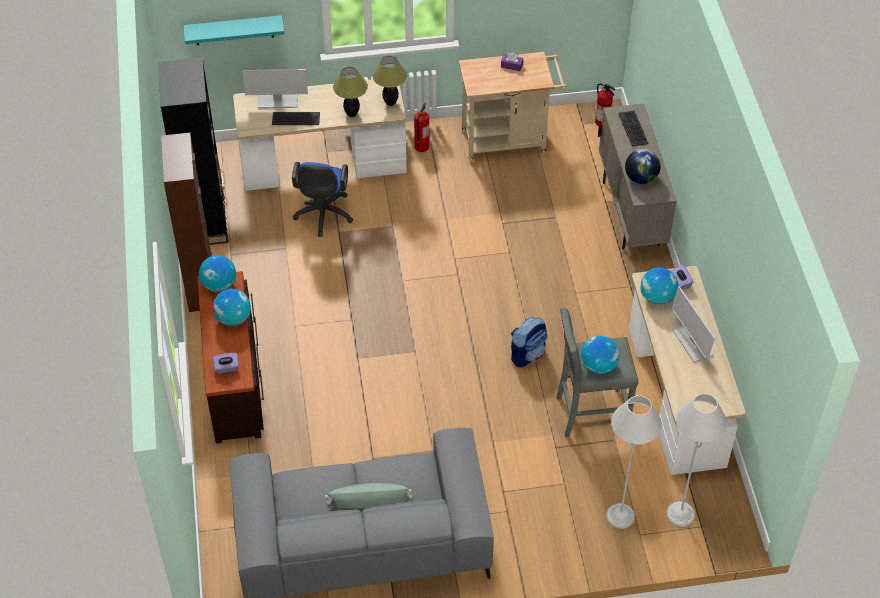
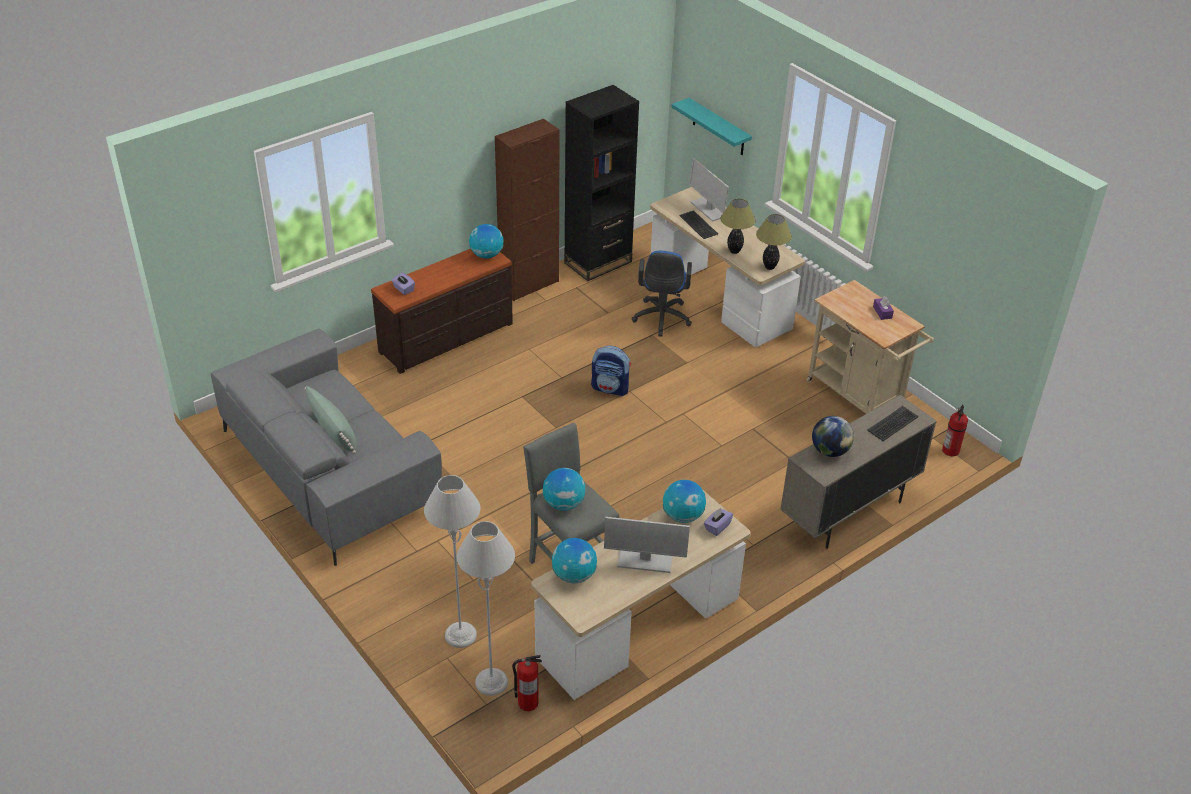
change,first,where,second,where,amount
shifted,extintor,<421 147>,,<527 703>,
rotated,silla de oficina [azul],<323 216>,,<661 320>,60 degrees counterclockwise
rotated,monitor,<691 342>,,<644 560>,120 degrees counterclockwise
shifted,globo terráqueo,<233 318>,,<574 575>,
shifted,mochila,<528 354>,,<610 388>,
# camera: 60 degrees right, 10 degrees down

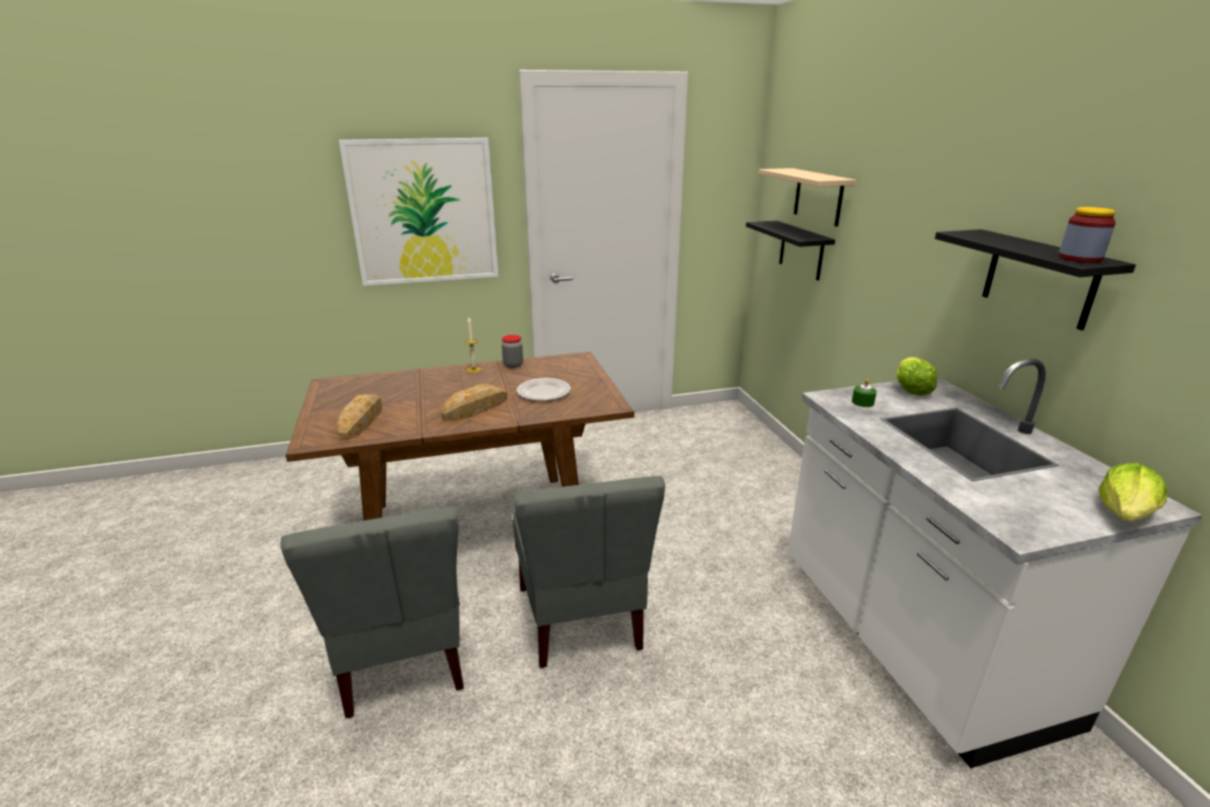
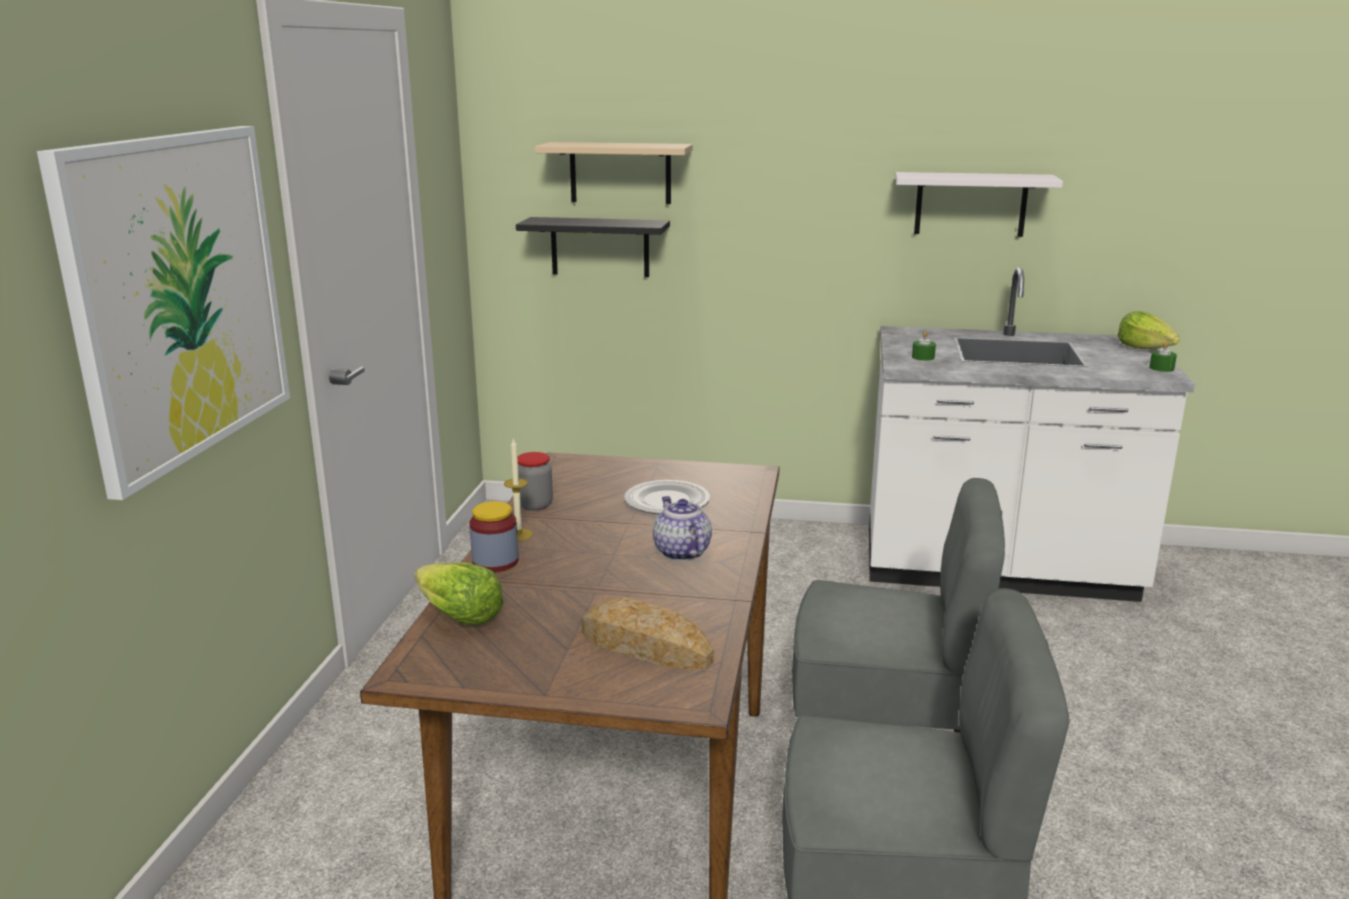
change,first,where,second,where,amount
shifted,tarro,<1079 258>,,<495 562>,
repainted,estante [negro],<1039 278>,estante [blanco],<970 204>,
shifted,lechuga,<911 389>,,<458 616>,
swapped,pan,<475 408>,tetera,<680 552>,
new,,,vela [verde],<1161 368>,
# camera: 65 degrees left, 5 degrees down

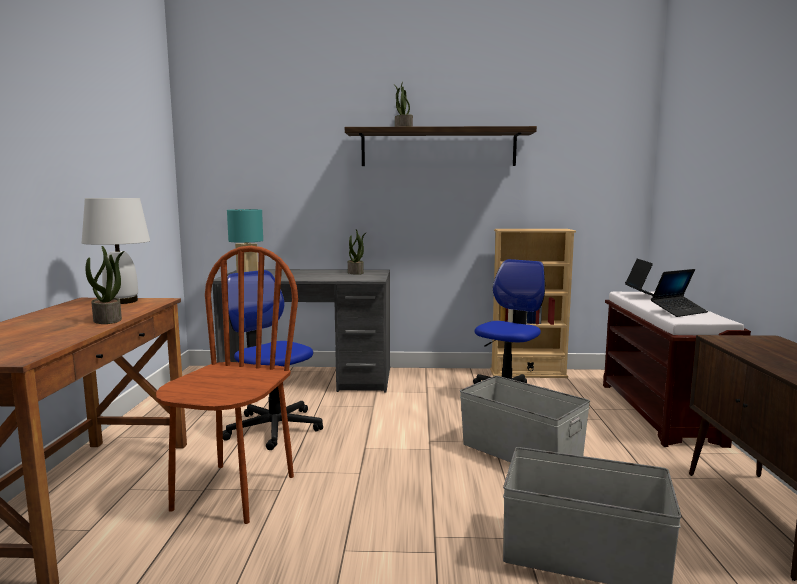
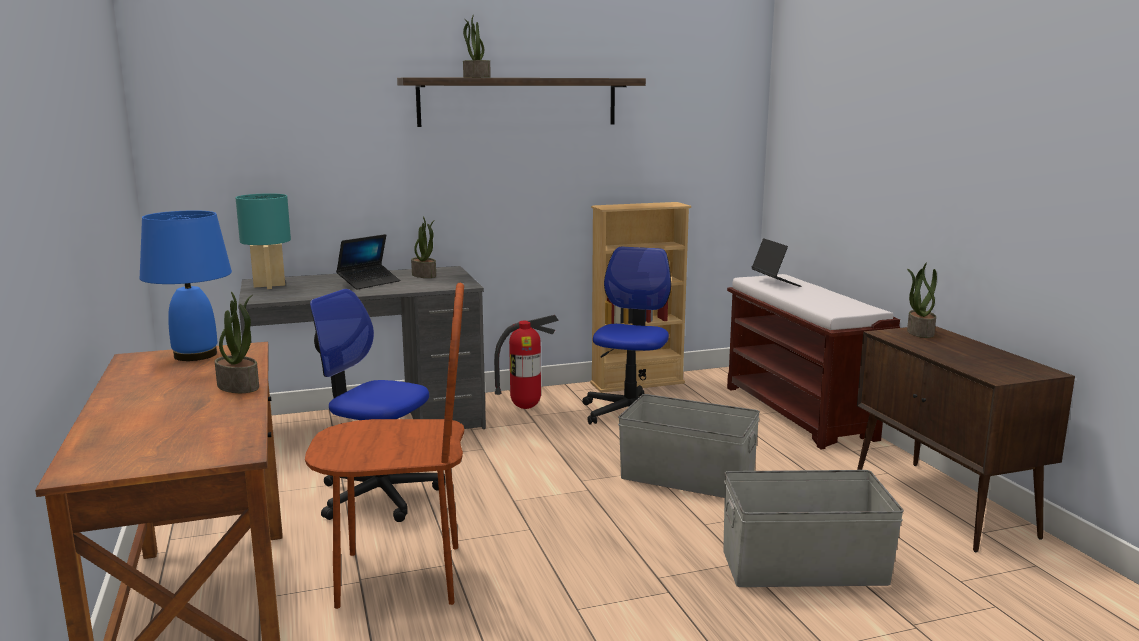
change,first,where,second,where,amount
repainted,lámpara de mesa [blanco],<121 301>,lámpara de mesa [azul],<194 355>,
rotated,silla [marrón],<233 492>,,<400 576>,90 degrees clockwise
shifted,portátil,<679 311>,,<369 282>,
new,,,planta en maceta,<919 332>,
new,,,extintor,<525 407>,
# camera: 20 degrees left, 5 degrees up

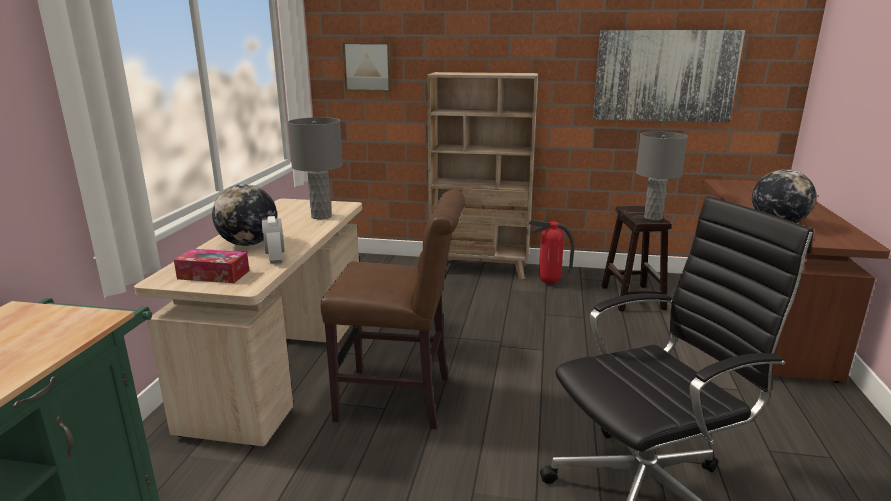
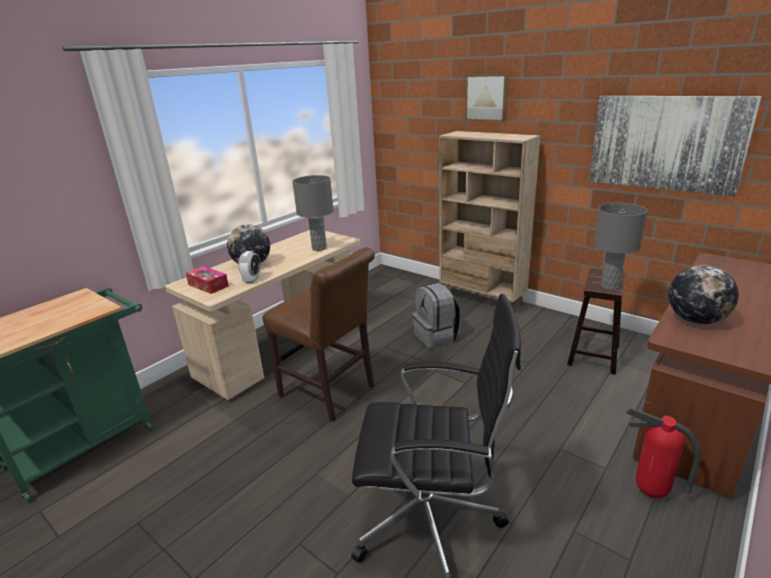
change,first,where,second,where,amount
shifted,cuadro,<368 66>,,<487 97>,
shifted,extintor,<549 283>,,<650 492>,
new,,,mochila [gris],<437 337>,
# camera: 30 degrees right, 5 degrees up

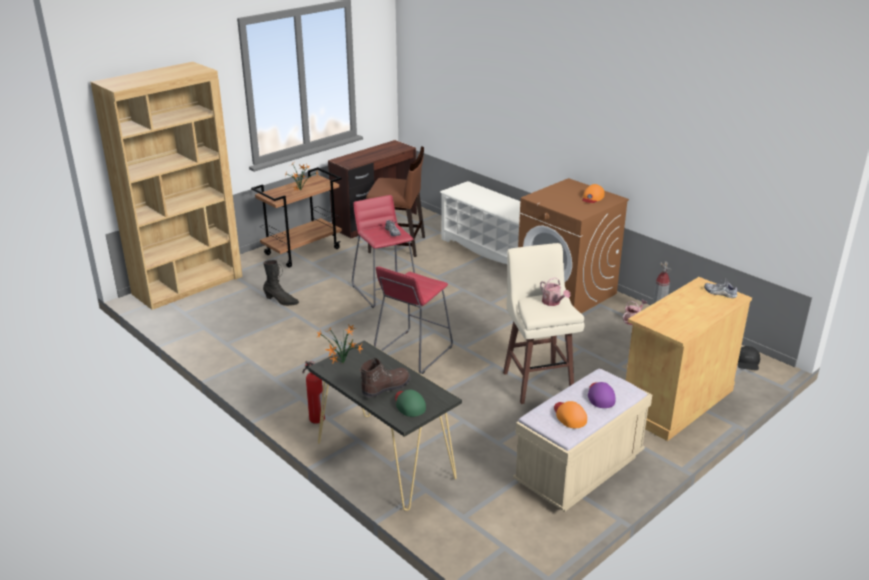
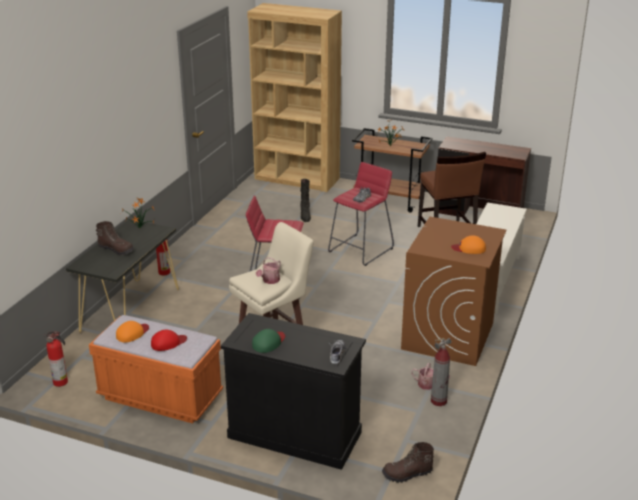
change,first,where,second,where,amount
repainted,armario [beis],<676 402>,armario [negro],<295 434>,
swapped,gorra [negro],<747 362>,bota [marrón],<407 474>,
repainted,banco [beis],<579 470>,banco [naranja],<160 397>,
repainted,gorra [morado],<600 396>,gorra [rojo],<168 342>,
shifted,gorra [verde],<409 404>,,<268 342>,
new,,,extintor,<61 382>,
# camera: 65 degrees right, 0 degrees up

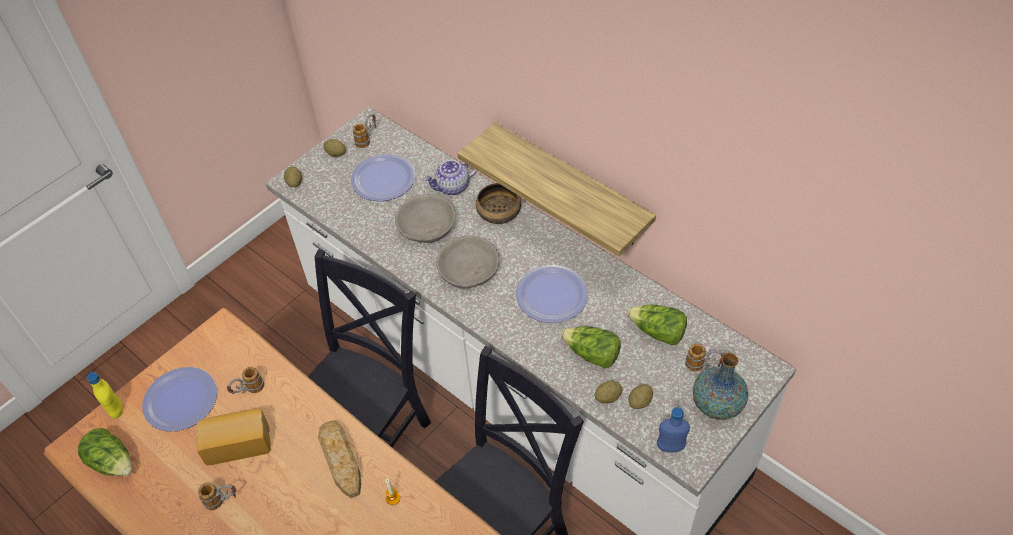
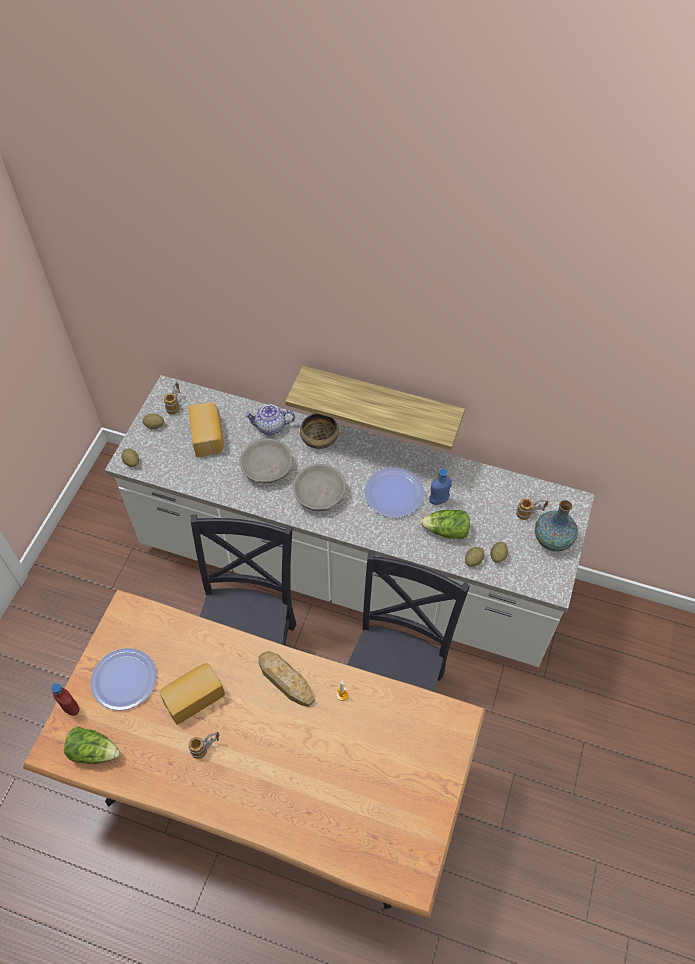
change,first,where,second,where,amount
swapped,plato,<383 179>,pan,<208 436>,
rotated,tetera,<452 187>,,<270 427>,45 degrees clockwise
gone,lechuga,<657 332>,,,
gone,taza grande,<248 391>,,,
repainted,botella [amarillo],<116 410>,botella [rojo],<71 708>,
shifted,botella [azul],<670 447>,,<438 500>,
# camera: 25 degrees left, 5 degrees up

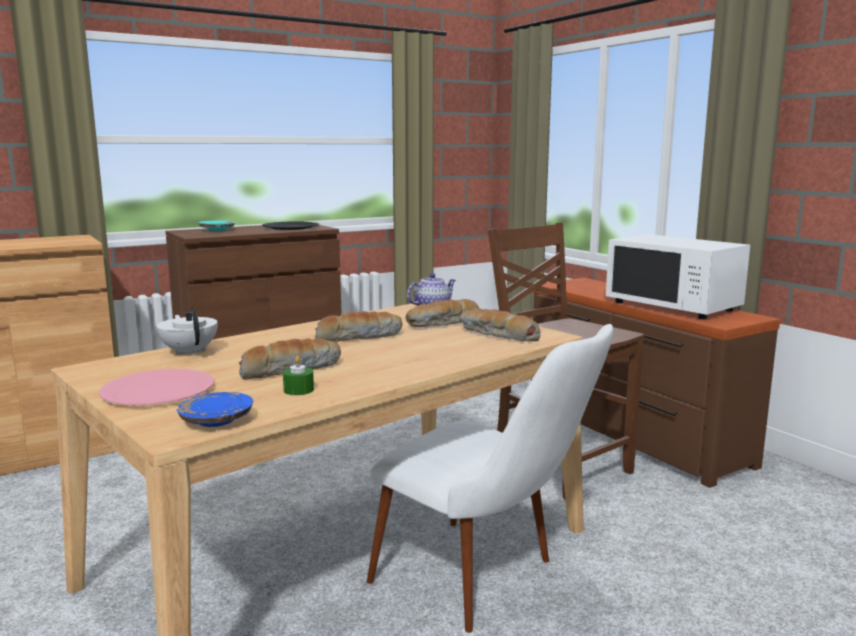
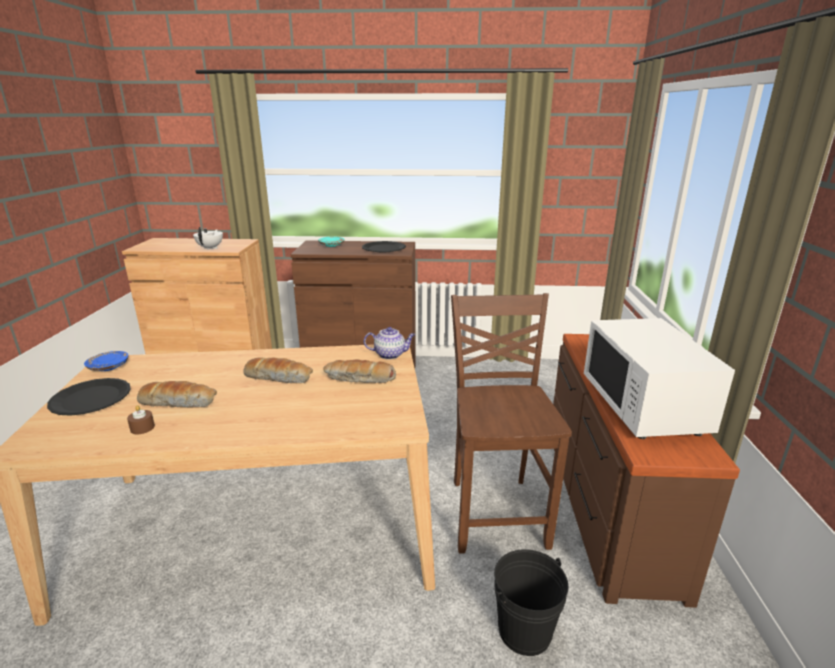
change,first,where,second,where,amount
gone,pan,<497 335>,,,
shifted,tetera [blanco],<190 352>,,<210 248>,
gone,silla [blanco],<486 582>,,,
repainted,vela [verde],<298 390>,vela [marrón],<142 428>,
repainted,plato [rosa],<158 391>,plato [negro],<91 398>,
shifted,plato [azul],<216 420>,,<108 367>,
new,,,cubo [negro],<524 630>,
# camera: 35 degrees right, 10 degrees up

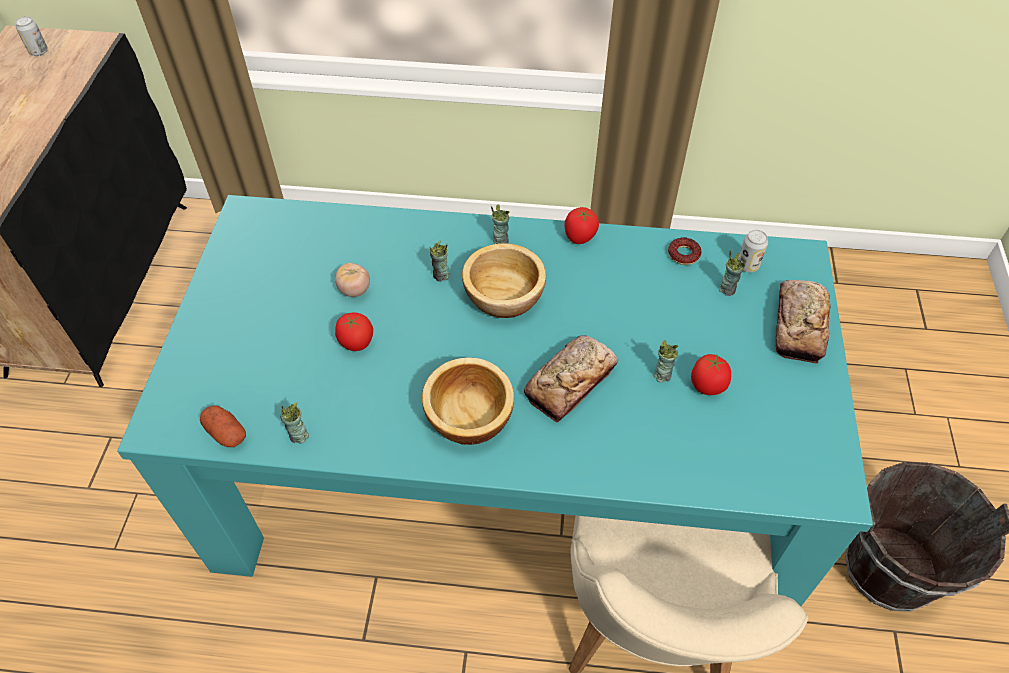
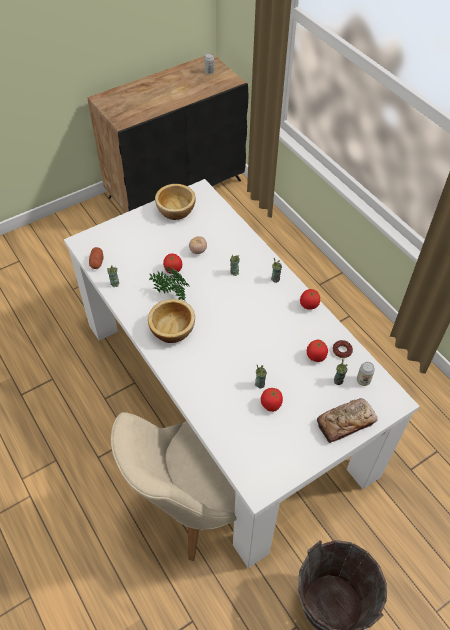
change,first,where,second,where,amount
repainted,mesa de comedor [turquesa],<504 475>,mesa de comedor [blanco],<223 395>,
shifted,cuenco,<505 296>,,<176 210>,
gone,pan,<570 382>,,,
new,,,planta en maceta,<170 293>,
new,,,tomate,<316 356>,
# camera: 50 degrees right, 0 degrees up

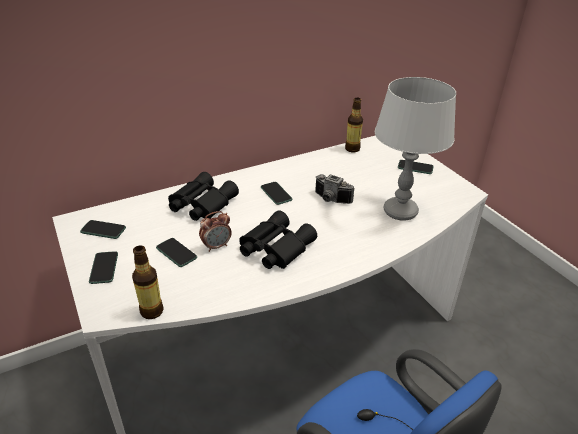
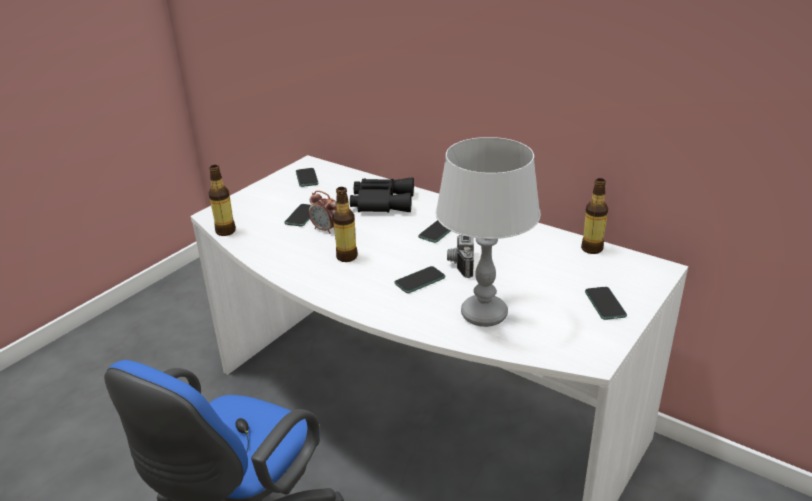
change,first,where,second,where,amount
swapped,prismáticos [negro],<274 247>,botella,<347 257>,
shifted,móvil,<104 268>,,<420 280>,
# camera: 65 degrees right, 5 degrees down

